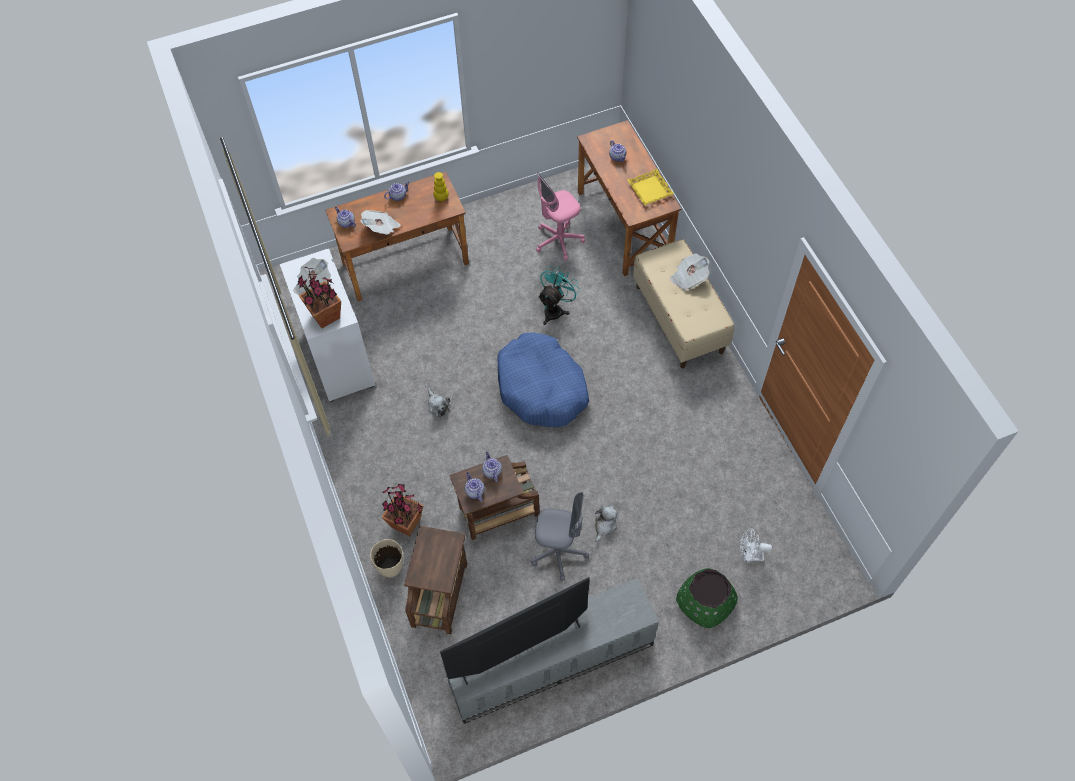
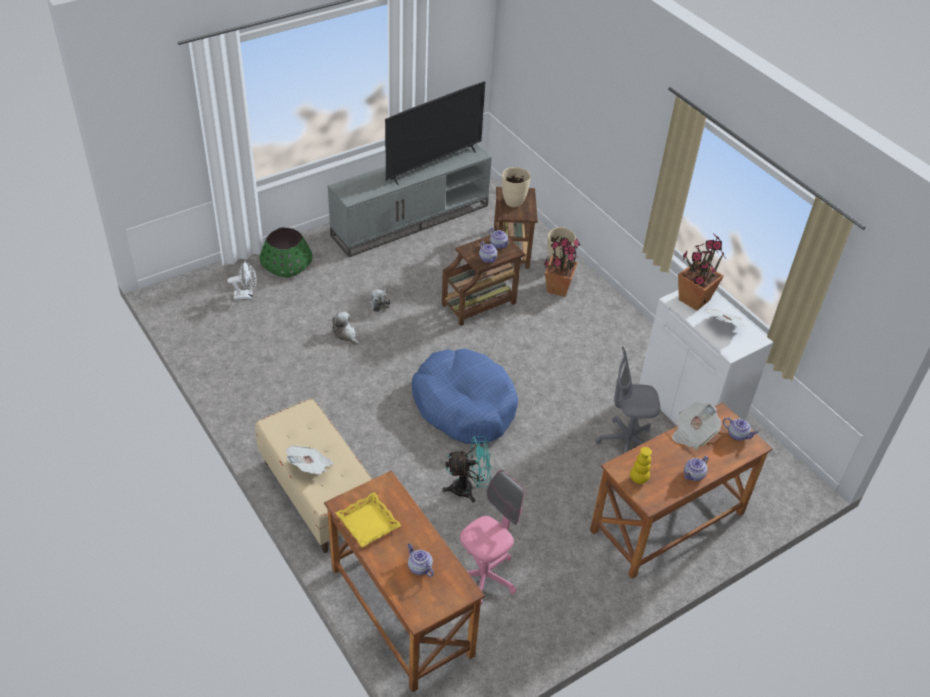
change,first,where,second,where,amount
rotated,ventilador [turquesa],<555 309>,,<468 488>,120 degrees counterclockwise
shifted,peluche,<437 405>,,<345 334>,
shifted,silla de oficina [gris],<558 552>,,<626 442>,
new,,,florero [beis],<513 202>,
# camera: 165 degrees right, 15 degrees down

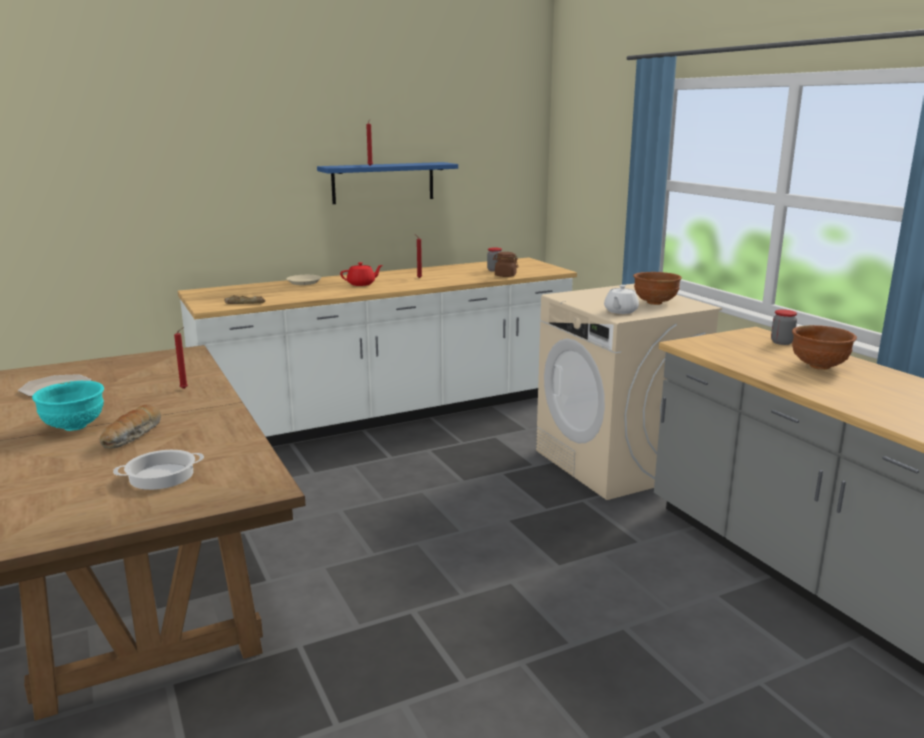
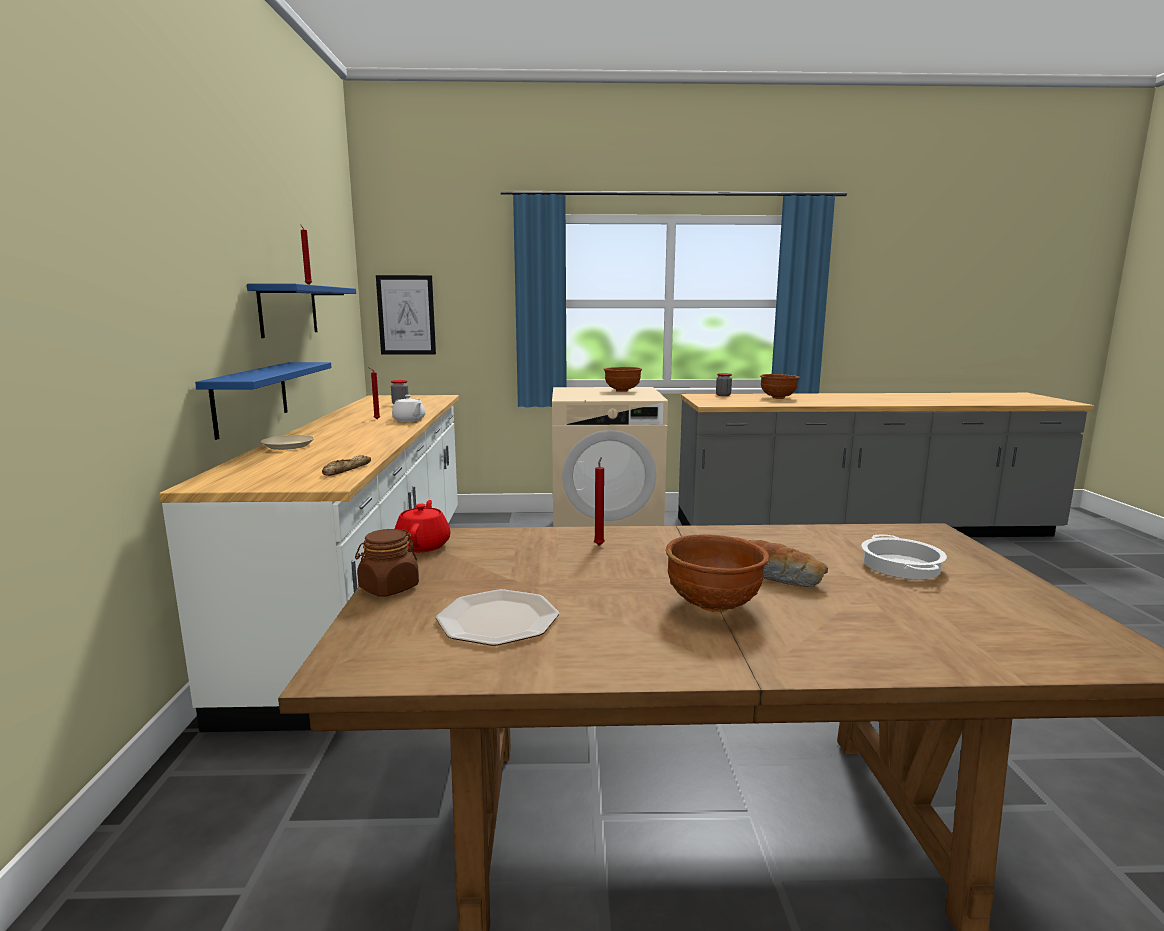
change,first,where,second,where,amount
shifted,tarro [marrón],<505 275>,,<388 588>,
shifted,tetera [rojo],<362 284>,,<423 545>,
shifted,tetera [blanco],<620 311>,,<409 420>,
repainted,cuenco [turquesa],<74 427>,cuenco [marrón],<714 606>,
new,,,cuadro,<406 315>,
new,,,estante [azul],<251 397>,
# camera: 65 degrees left, 5 degrees down

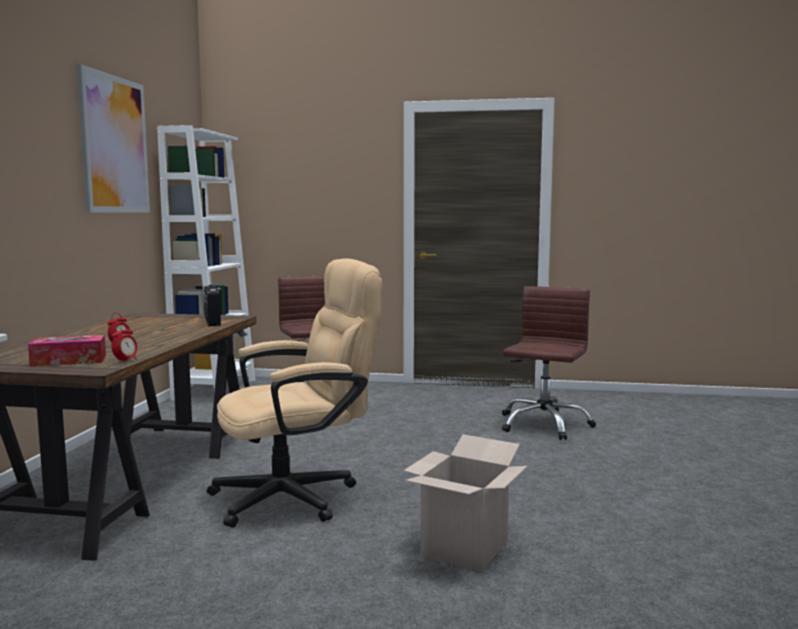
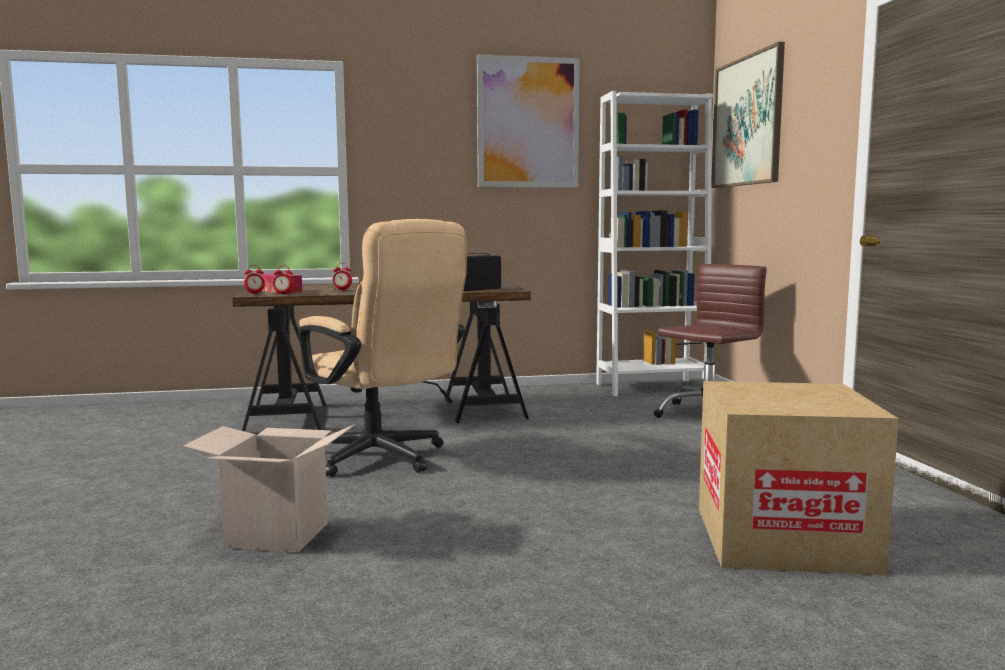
change,first,where,second,where,amount
swapped,silla de oficina [marrón],<543 424>,caja de cartón,<783 539>,
new,,,cuadro,<747 121>,
new,,,despertador,<255 294>,
# camera: 70 degrees right, 0 degrees up

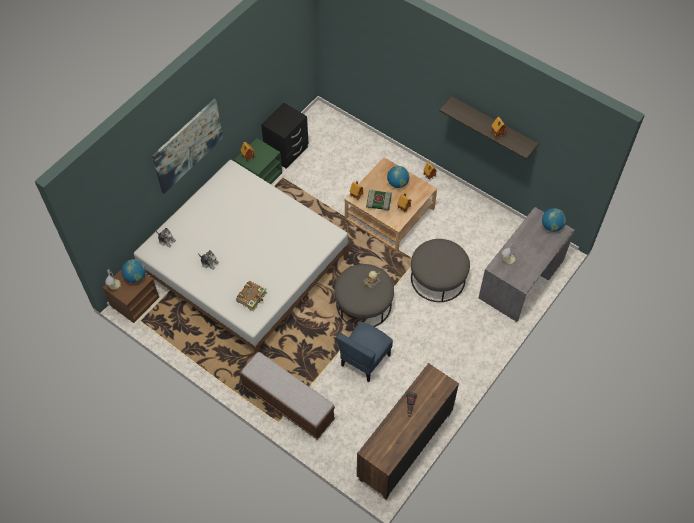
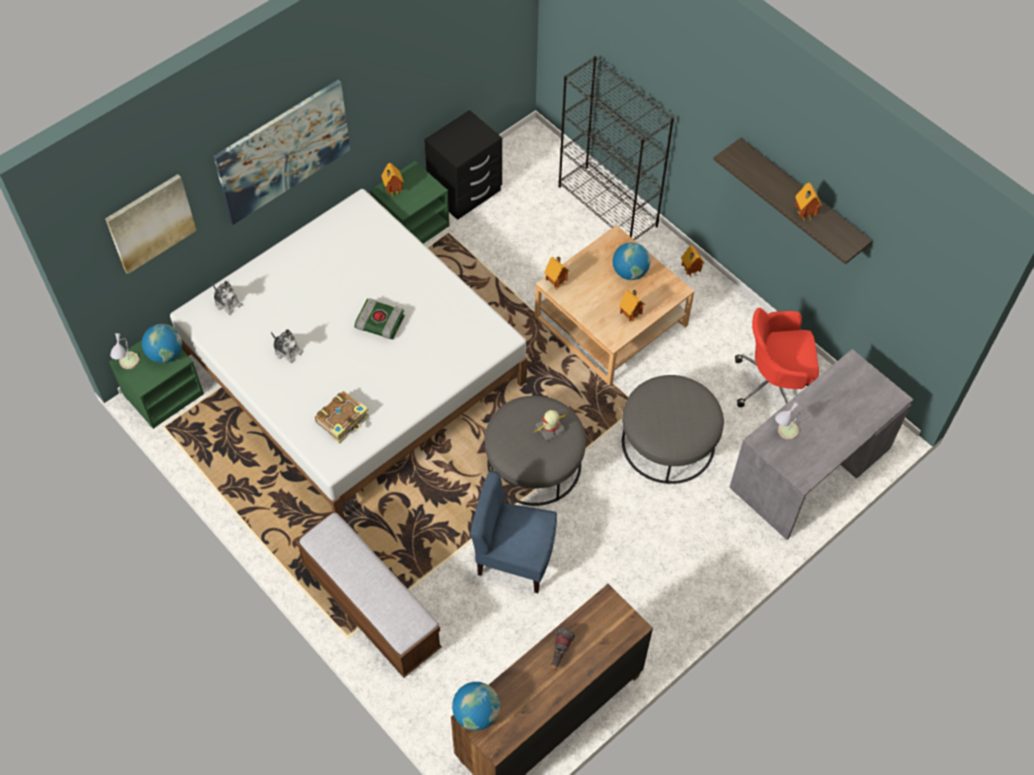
change,first,where,second,where,amount
shifted,libro,<378 202>,,<379 323>,
shifted,globo terráqueo,<551 226>,,<476 713>,
repainted,mesita de noche [marrón],<135 301>,mesita de noche [verde],<163 393>,
rotated,silla [azul],<364 360>,,<514 558>,60 degrees clockwise
new,,,estantería [negro],<608 206>,
new,,,cuadro,<150 223>,
new,,,silla de oficina [rojo],<773 384>,
# camera: 10 degrees right, 0 degrees up

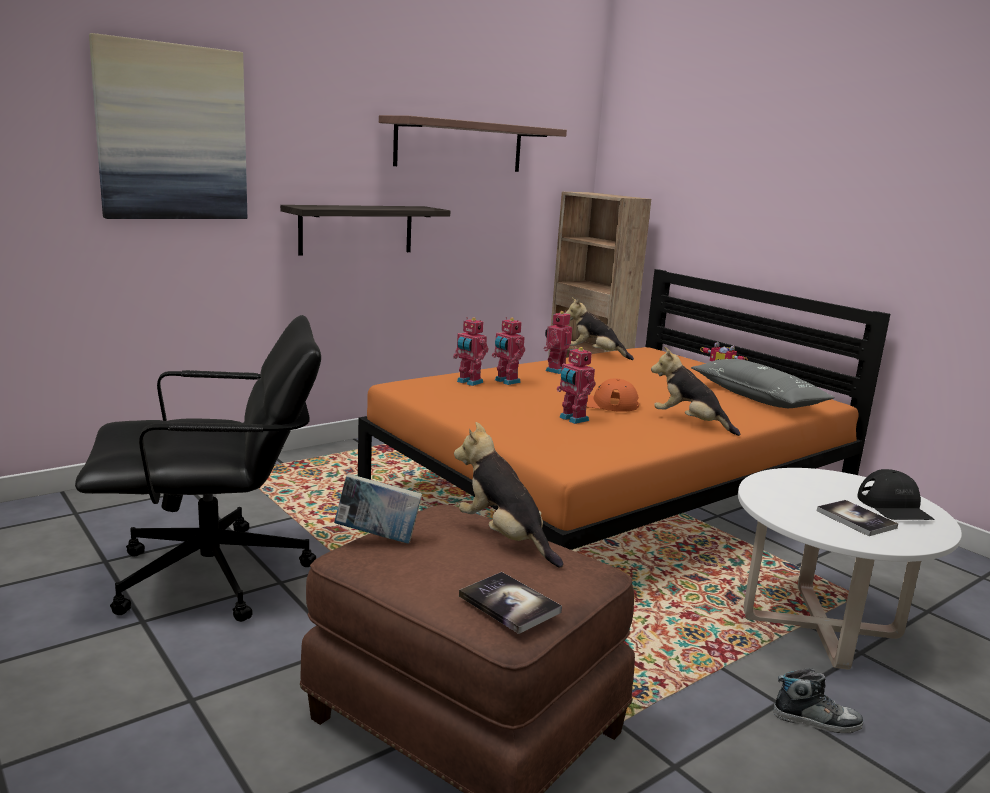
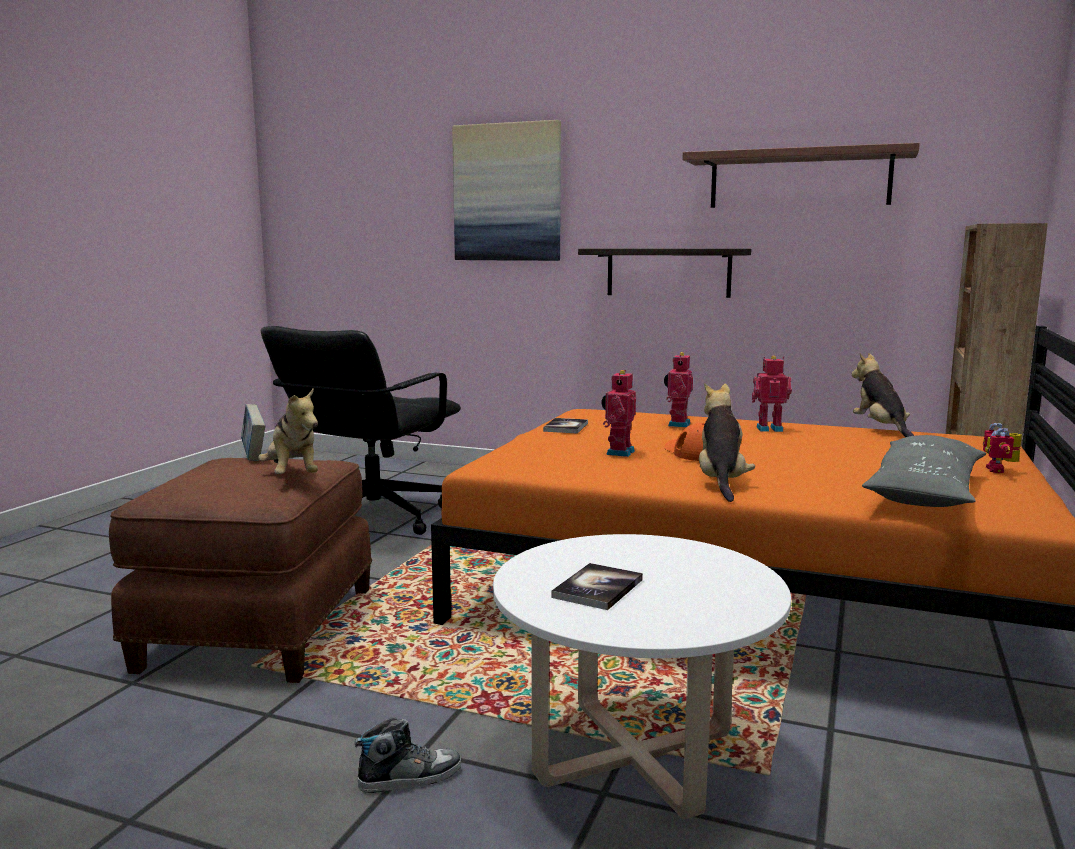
change,first,where,second,where,amount
rotated,silla de oficina [negro],<215 576>,,<371 518>,75 degrees clockwise
gone,robot de juguete,<468 382>,,,
rotated,peluche,<504 538>,,<292 476>,135 degrees clockwise
gone,gorra [negro],<894 507>,,,
shifted,libro,<509 604>,,<566 427>,
rotated,zapato,<816 720>,,<410 777>,90 degrees counterclockwise
# camera: 60 degrees right, 5 degrees down

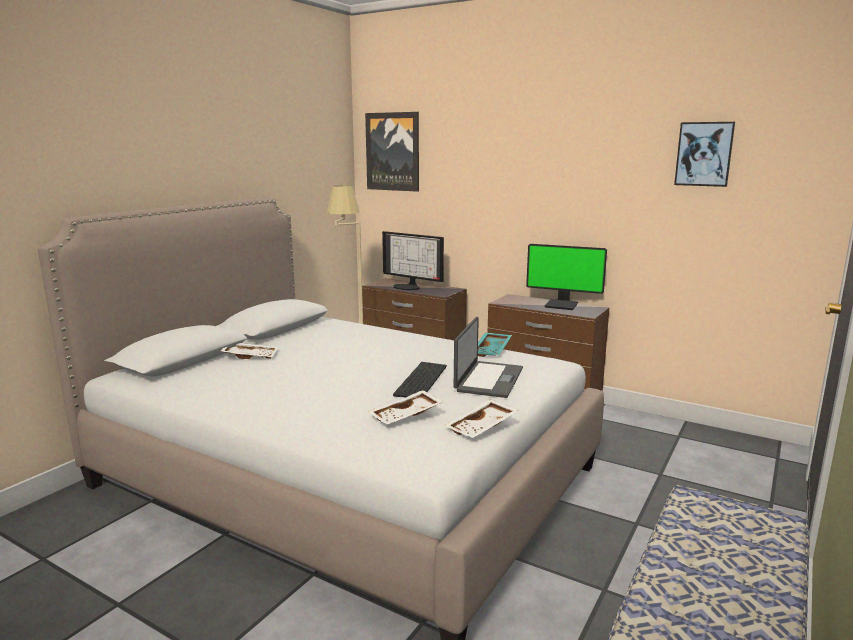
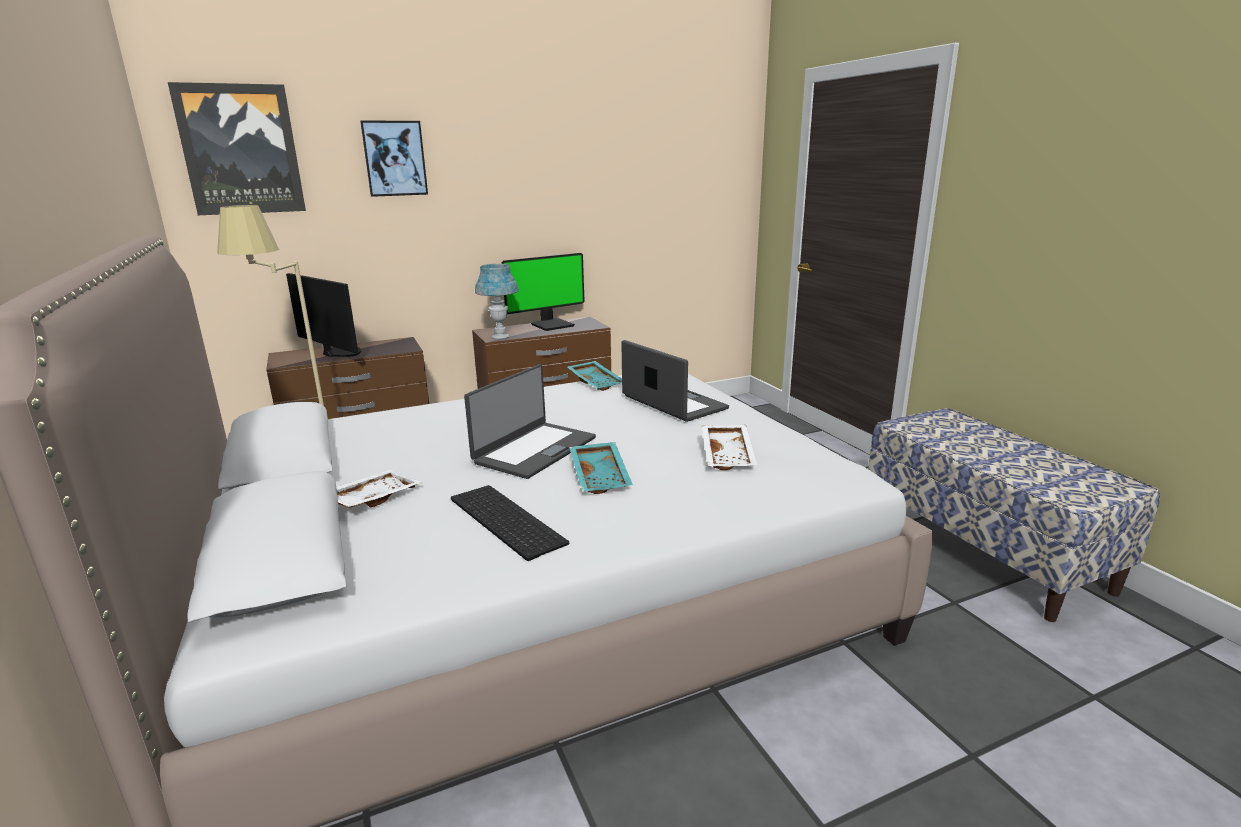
change,first,where,second,where,amount
shifted,cuadro,<704 154>,,<394 158>,
rotated,monitor,<408 286>,,<338 353>,120 degrees counterclockwise
shifted,teclado,<420 379>,,<503 521>,
gone,bandeja [blanco],<482 427>,,,
new,,,lámpara de mesa [azul],<500 337>,
new,,,portátil,<534 450>,
new,,,bandeja [turquesa],<601 476>,
# camera: 55 degrees left, 5 degrees up

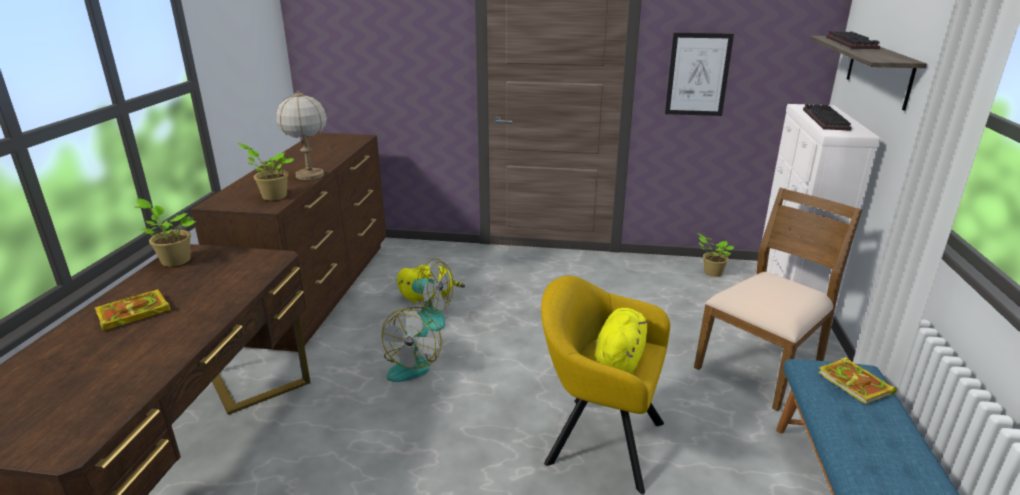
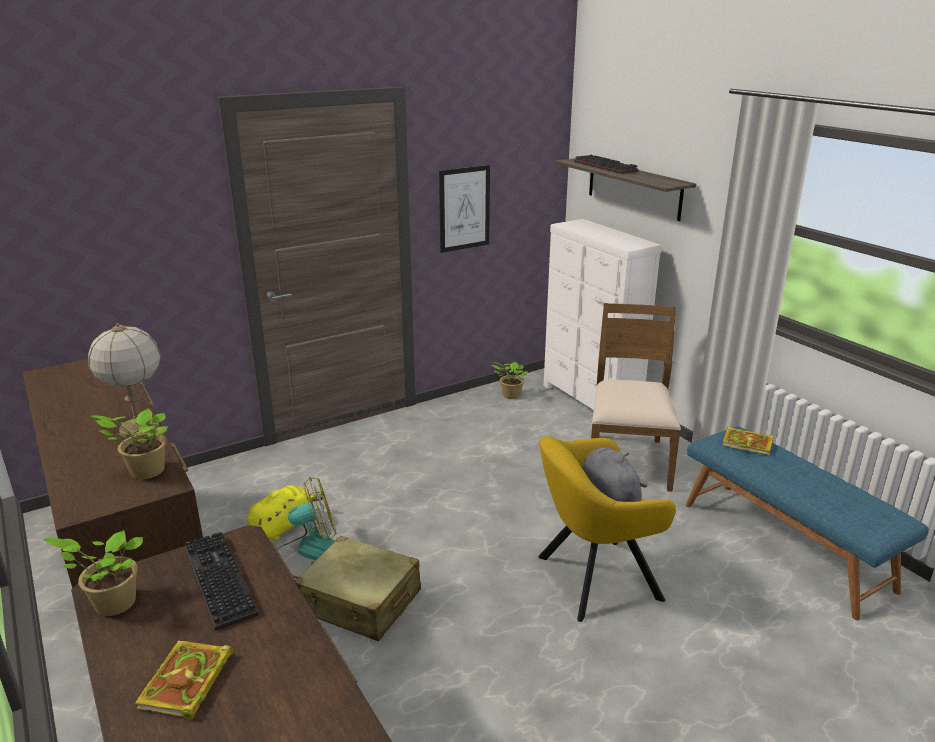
change,first,where,second,where,amount
shifted,teclado,<823 119>,,<216 580>,
swapped,ventilador,<413 364>,maleta [beis],<360 602>,
repainted,peluche [amarillo],<620 359>,peluche [gris],<608 495>,
# camera: 40 degrees left, 0 degrees up

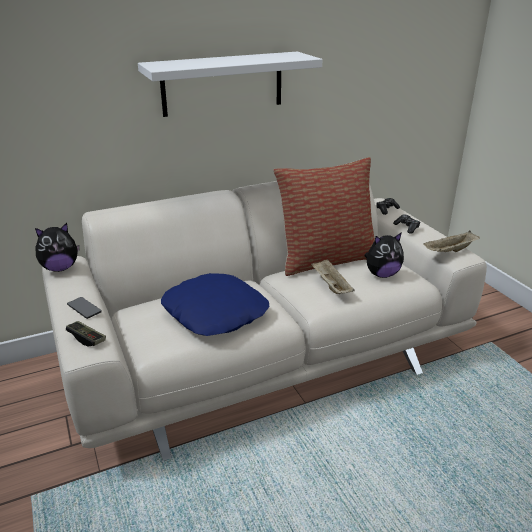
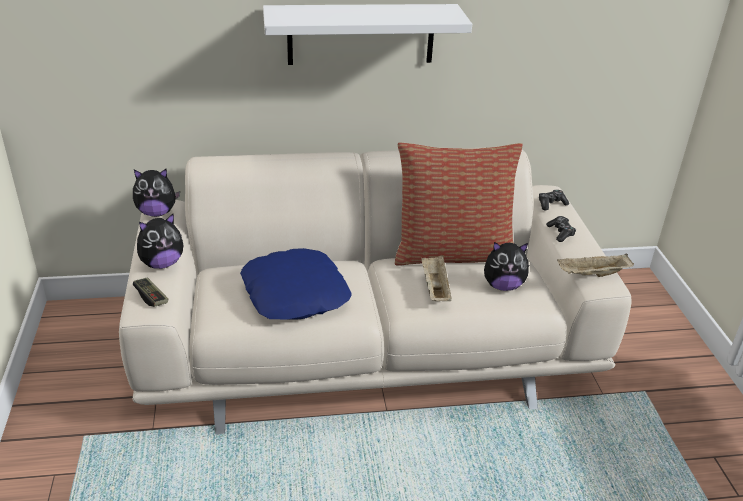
change,first,where,second,where,amount
swapped,móvil,<84 308>,peluche,<162 263>,
# camera: 15 degrees right, 5 degrees up

